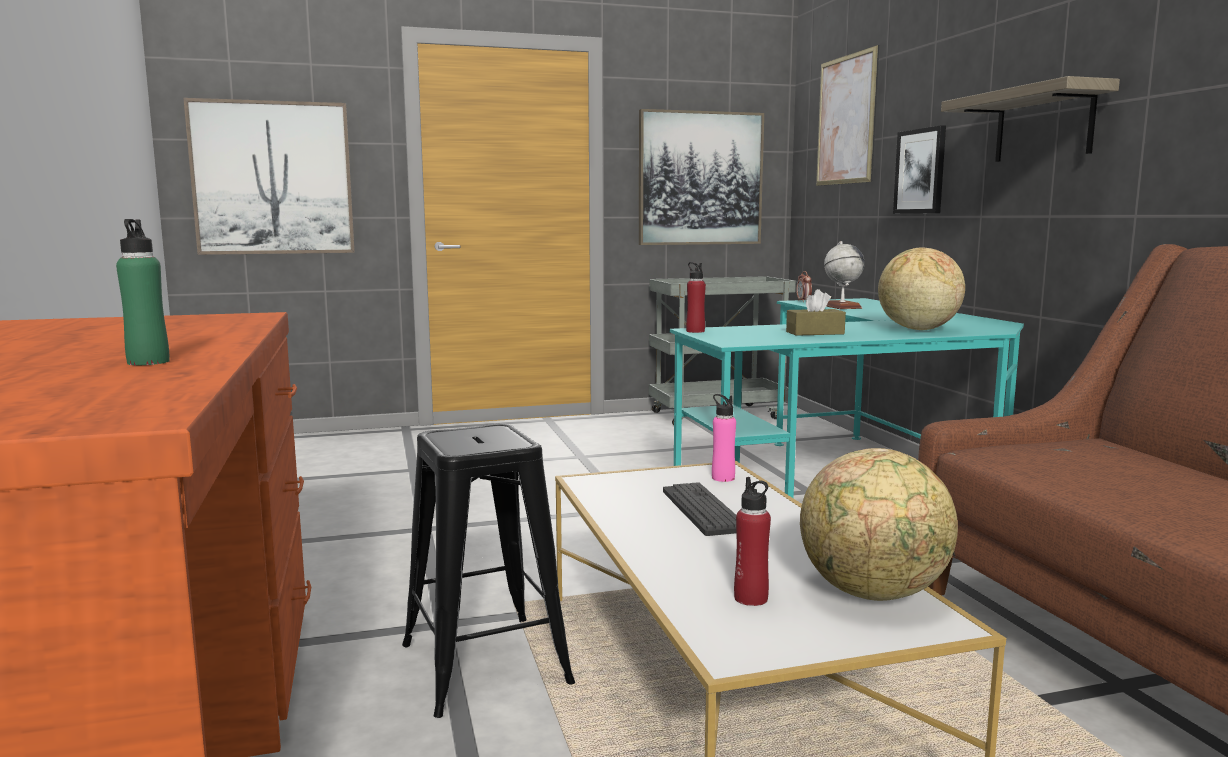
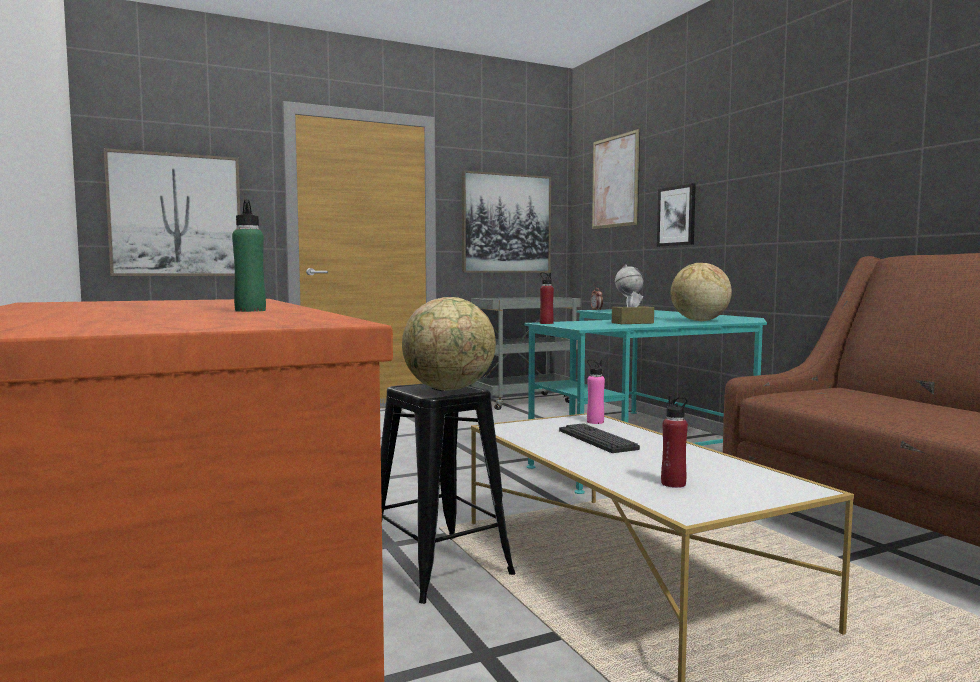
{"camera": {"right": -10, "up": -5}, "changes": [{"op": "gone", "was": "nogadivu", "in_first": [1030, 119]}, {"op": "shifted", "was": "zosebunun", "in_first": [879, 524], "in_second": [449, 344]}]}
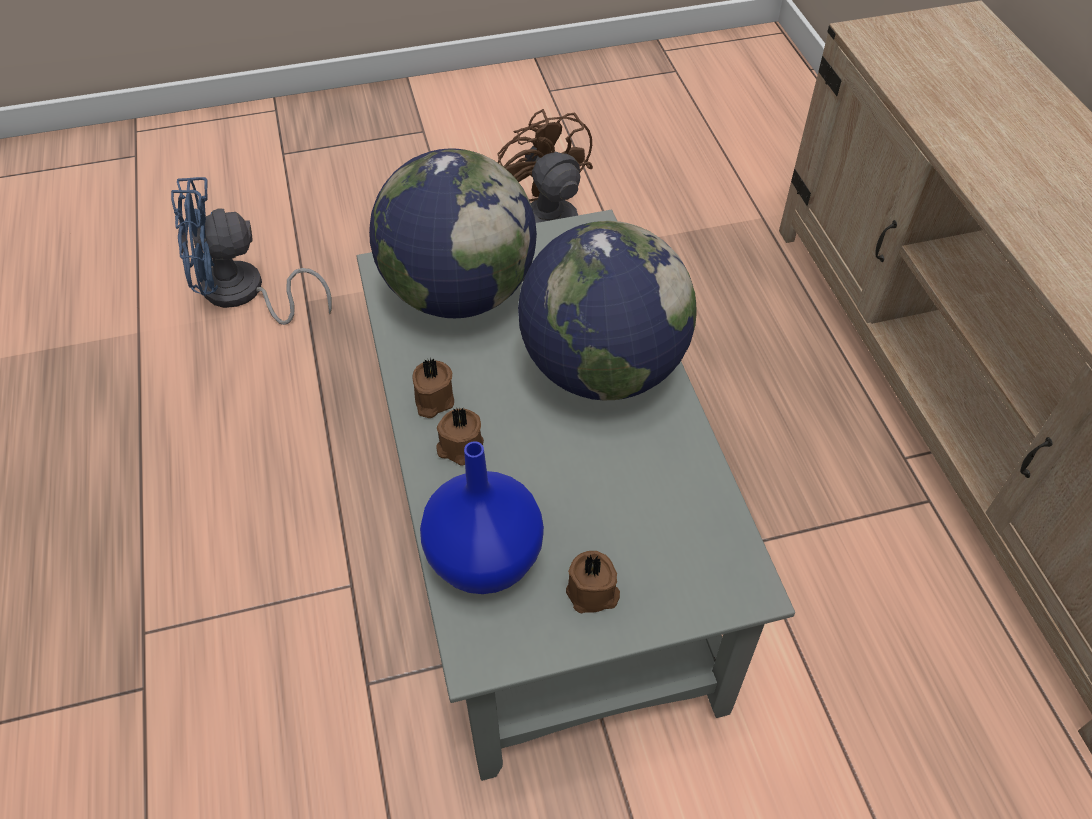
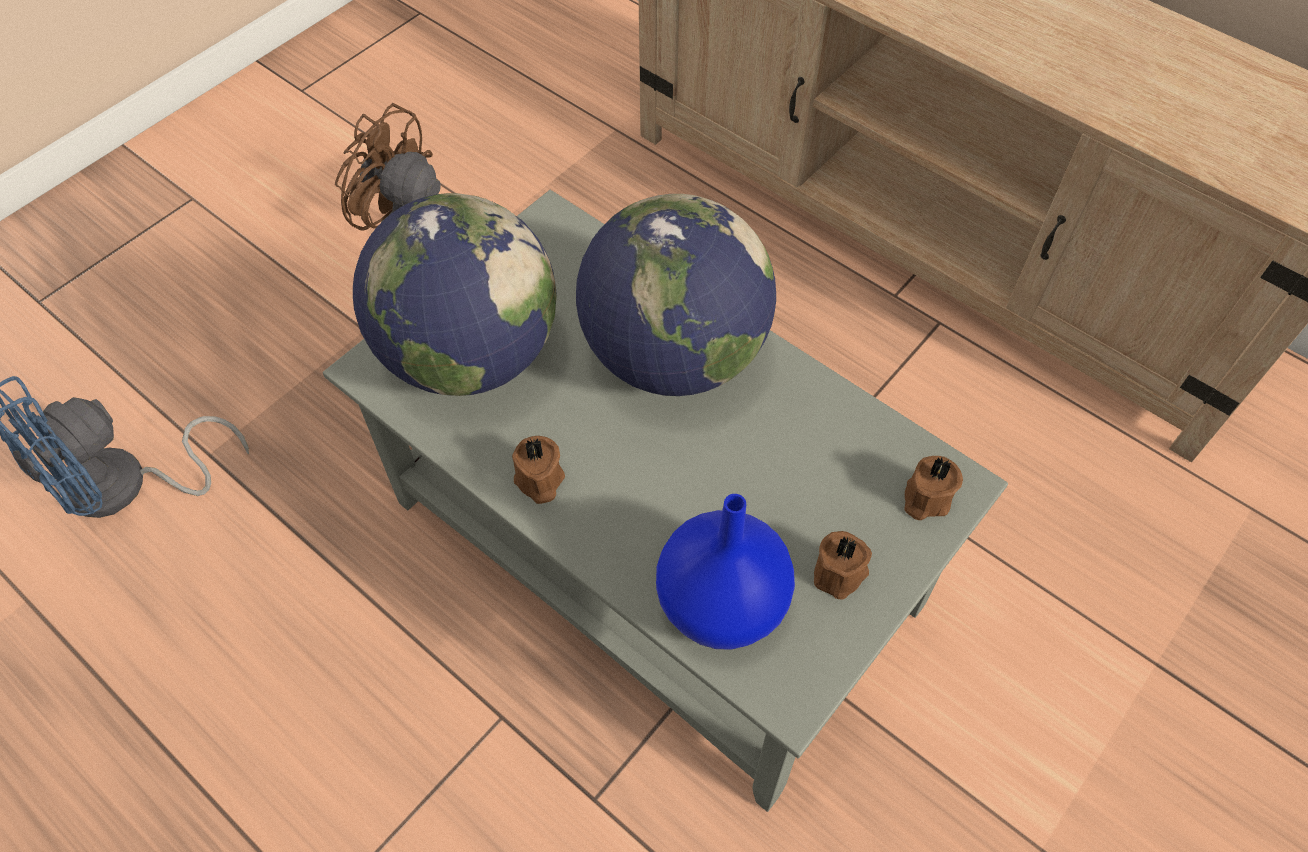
{"camera": {"right": -35, "up": 5}, "changes": [{"op": "shifted", "was": "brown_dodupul", "in_first": [460, 436], "in_second": [933, 488]}]}
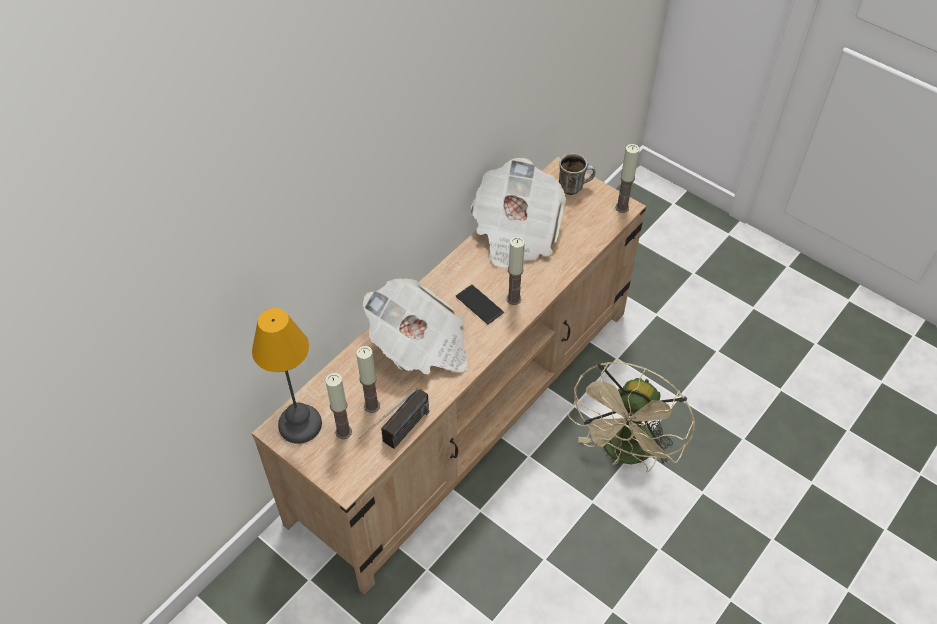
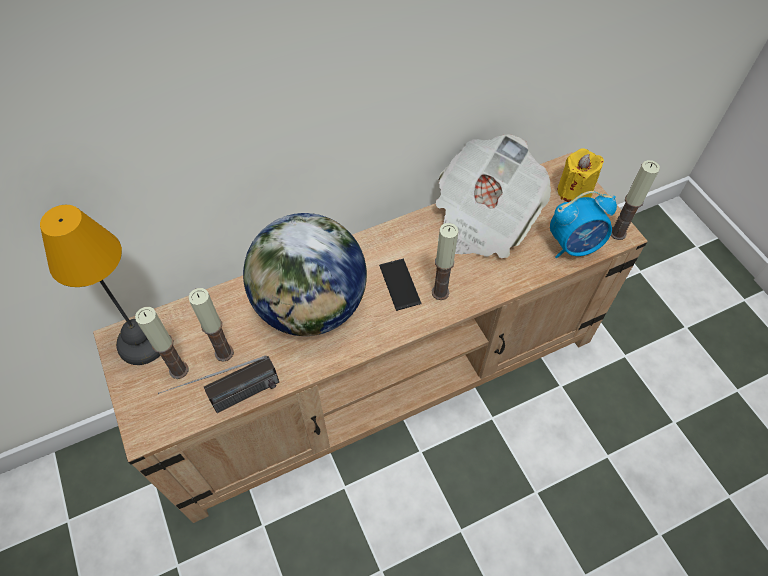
{"camera": {"right": 25, "up": 5}, "changes": [{"op": "swapped", "was": "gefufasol", "now": "yellow_dodupul", "in_first": [577, 174], "in_second": [580, 175]}, {"op": "swapped", "was": "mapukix", "now": "zosebunun", "in_first": [415, 326], "in_second": [305, 274]}, {"op": "gone", "was": "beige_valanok", "in_first": [631, 417]}, {"op": "new", "now": "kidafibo", "in_second": [583, 224]}]}
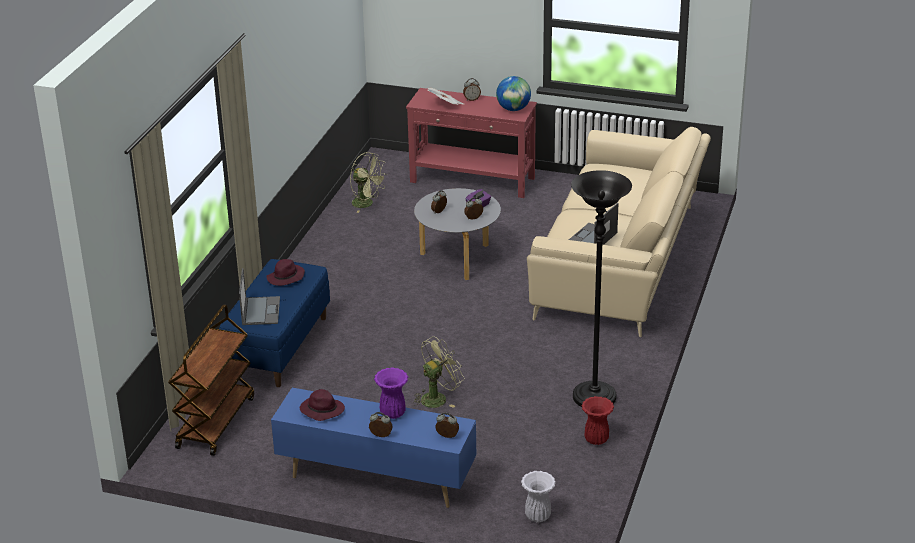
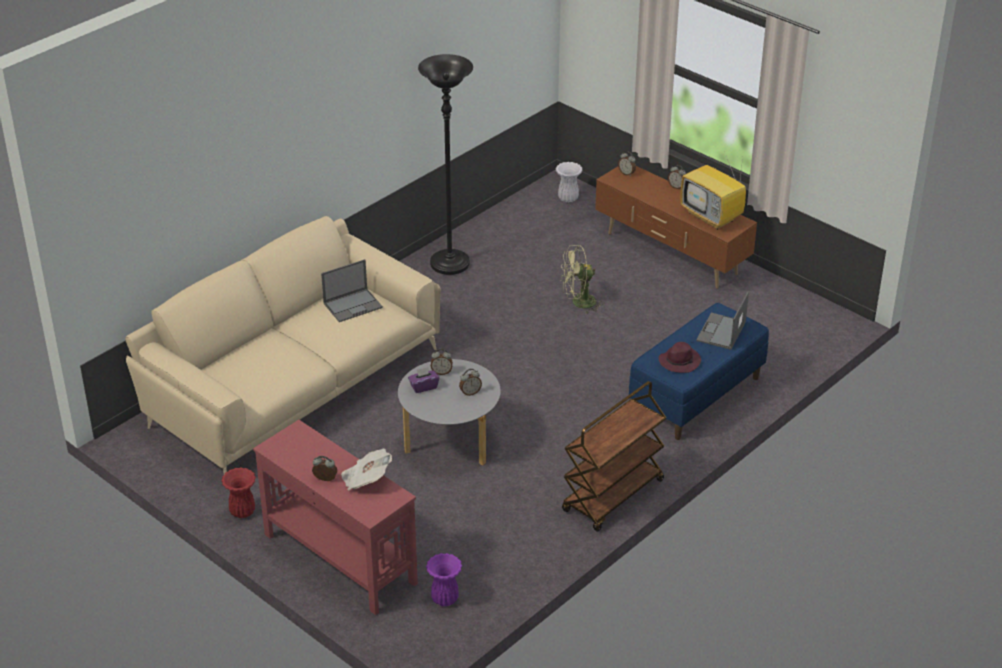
{"camera": {"right": -155, "up": 5}, "changes": [{"op": "gone", "was": "zosebunun", "in_first": [513, 93]}, {"op": "gone", "was": "green_valanok", "in_first": [368, 182]}, {"op": "shifted", "was": "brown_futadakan", "in_first": [211, 380], "in_second": [614, 456]}, {"op": "shifted", "was": "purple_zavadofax", "in_first": [391, 393], "in_second": [444, 579]}, {"op": "repainted", "was": "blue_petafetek", "now": "brown_petafetek", "in_first": [373, 448], "in_second": [676, 227]}, {"op": "swapped", "was": "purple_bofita", "now": "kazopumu", "in_first": [322, 405], "in_second": [713, 190]}, {"op": "shifted", "was": "red_zavadofax", "in_first": [598, 420], "in_second": [238, 492]}]}
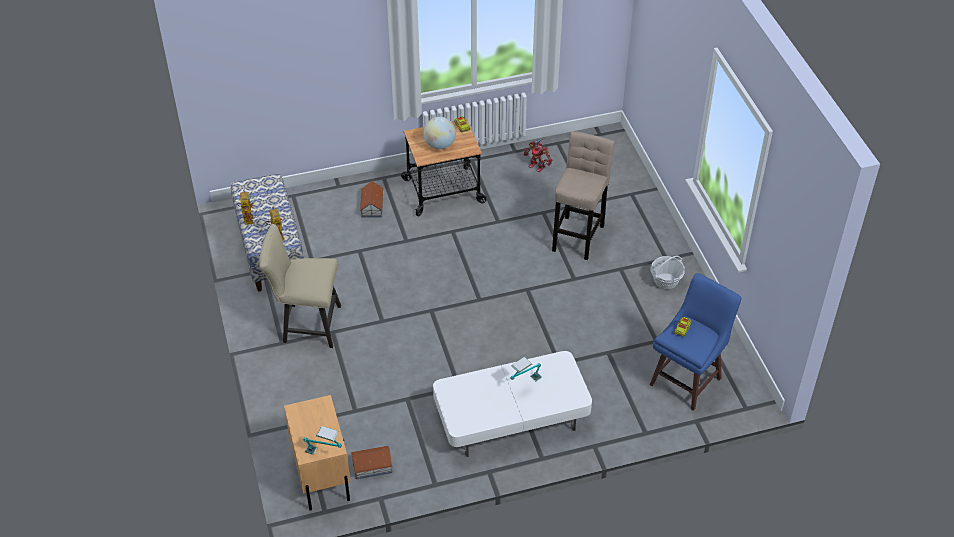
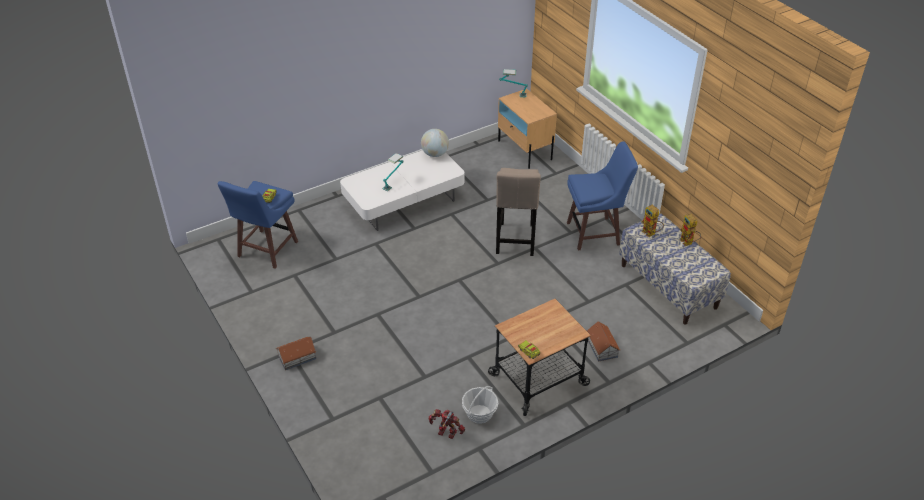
{"camera": {"right": 165, "up": -5}, "changes": [{"op": "shifted", "was": "zosebunun", "in_first": [439, 133], "in_second": [435, 143]}, {"op": "shifted", "was": "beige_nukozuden", "in_first": [583, 195], "in_second": [518, 212]}, {"op": "swapped", "was": "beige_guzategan", "now": "blue_nukozuden", "in_first": [300, 286], "in_second": [602, 195]}, {"op": "shifted", "was": "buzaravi", "in_first": [667, 272], "in_second": [480, 405]}, {"op": "shifted", "was": "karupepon", "in_first": [372, 462], "in_second": [296, 353]}]}
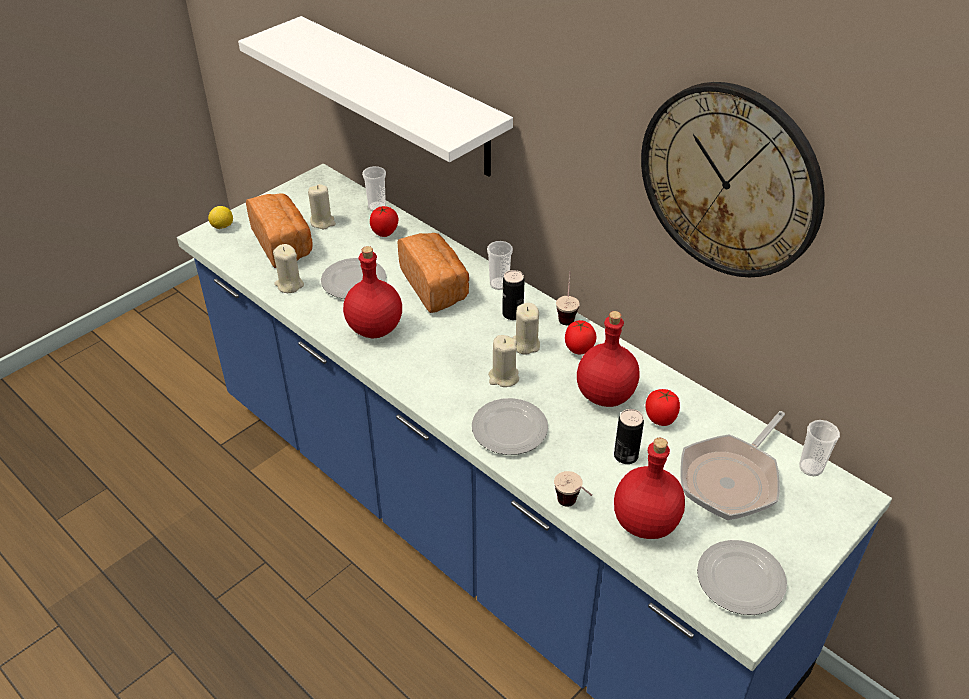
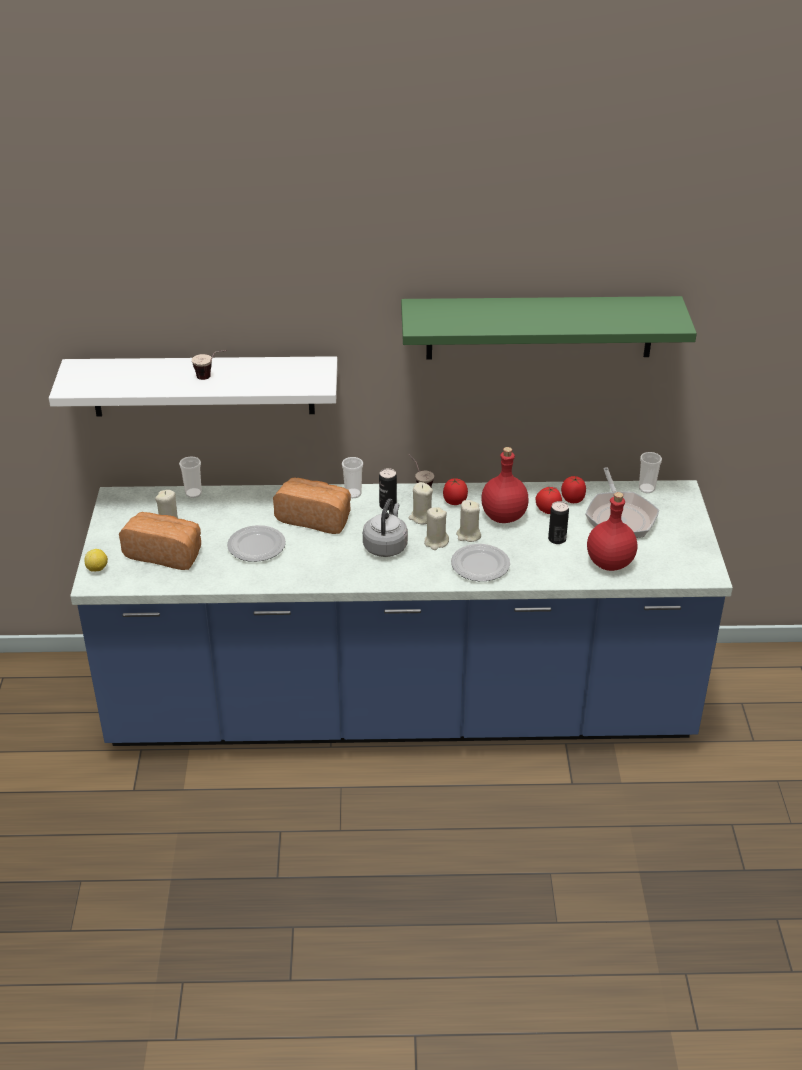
{"camera": {"right": -45, "up": -5}, "changes": [{"op": "swapped", "was": "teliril", "now": "green_nogadivu", "in_first": [732, 179], "in_second": [549, 327]}, {"op": "shifted", "was": "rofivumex", "in_first": [384, 221], "in_second": [573, 489]}, {"op": "shifted", "was": "beige_dodupul", "in_first": [288, 268], "in_second": [468, 521]}, {"op": "gone", "was": "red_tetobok", "in_first": [372, 292]}, {"op": "shifted", "was": "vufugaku", "in_first": [573, 489], "in_second": [209, 365]}, {"op": "gone", "was": "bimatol", "in_first": [742, 577]}, {"op": "new", "now": "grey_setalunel", "in_second": [385, 527]}]}
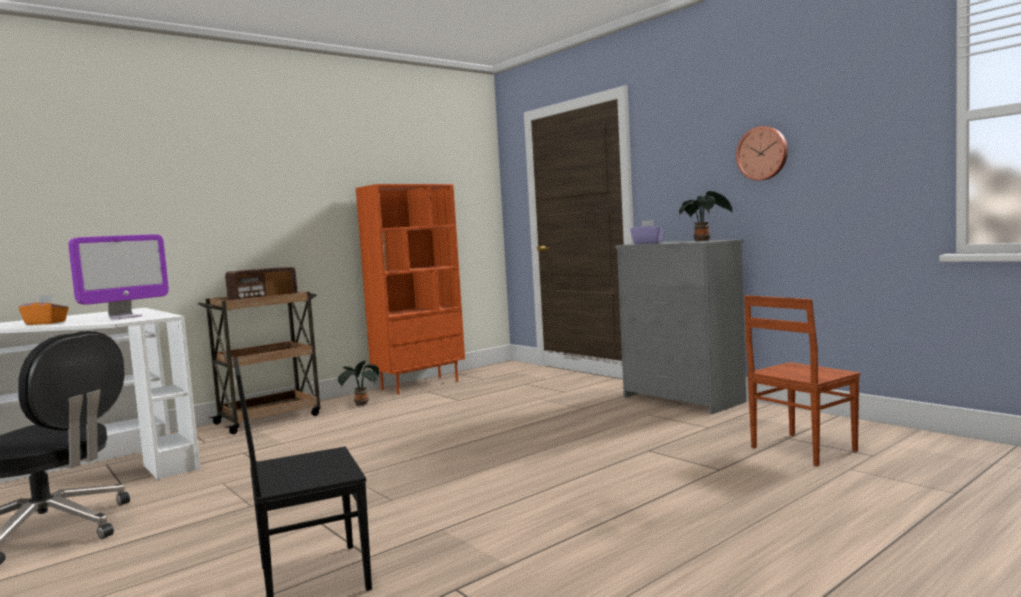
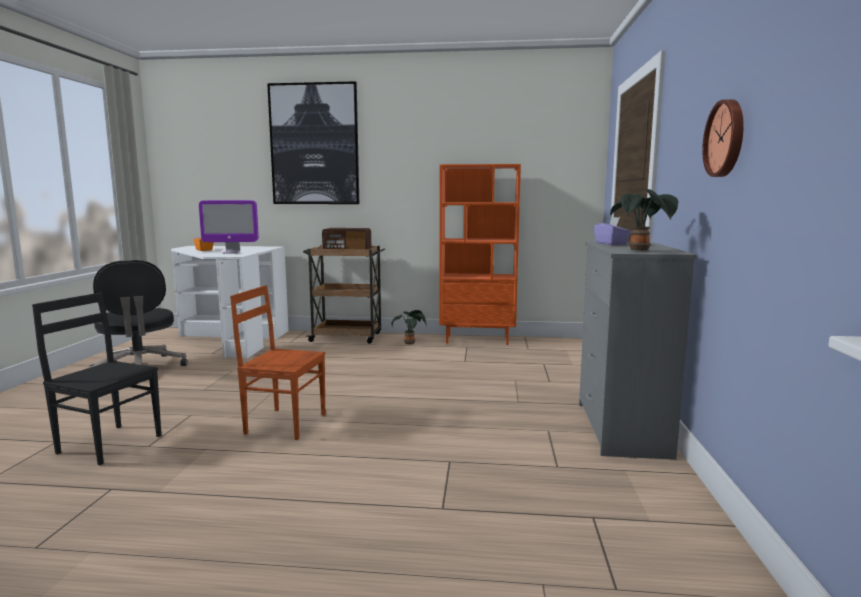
{"camera": {"right": 45, "up": 5}, "changes": [{"op": "shifted", "was": "brown_guzategan", "in_first": [802, 380], "in_second": [277, 362]}, {"op": "new", "now": "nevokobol", "in_second": [313, 142]}]}
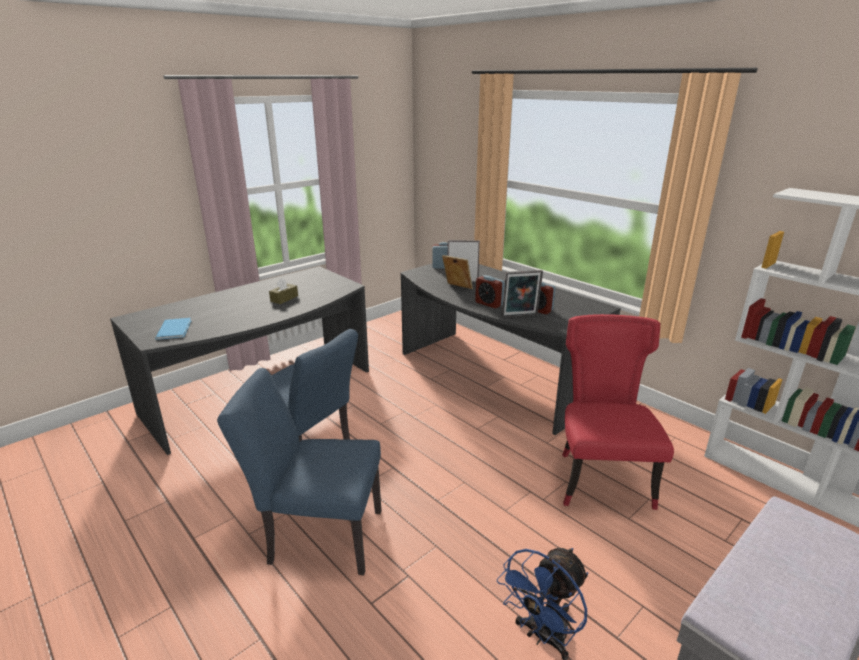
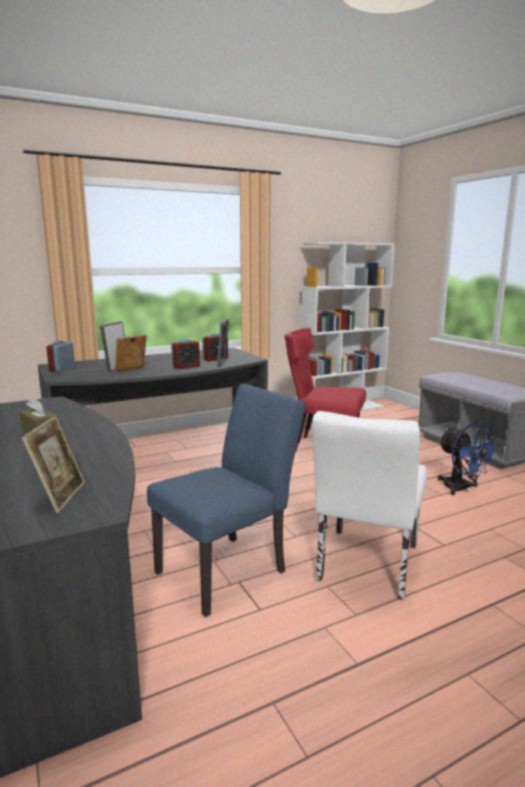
{"camera": {"right": -75, "up": -10}, "changes": [{"op": "swapped", "was": "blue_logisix", "now": "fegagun", "in_first": [173, 329], "in_second": [53, 464]}, {"op": "repainted", "was": "blue_guzategan", "now": "white_guzategan", "in_first": [299, 472], "in_second": [369, 505]}]}
